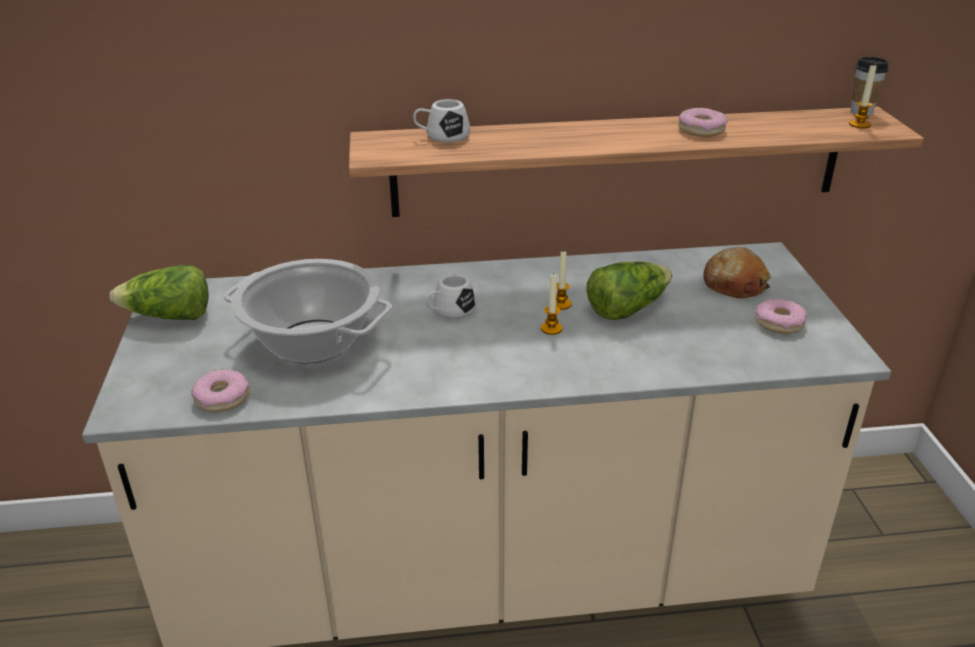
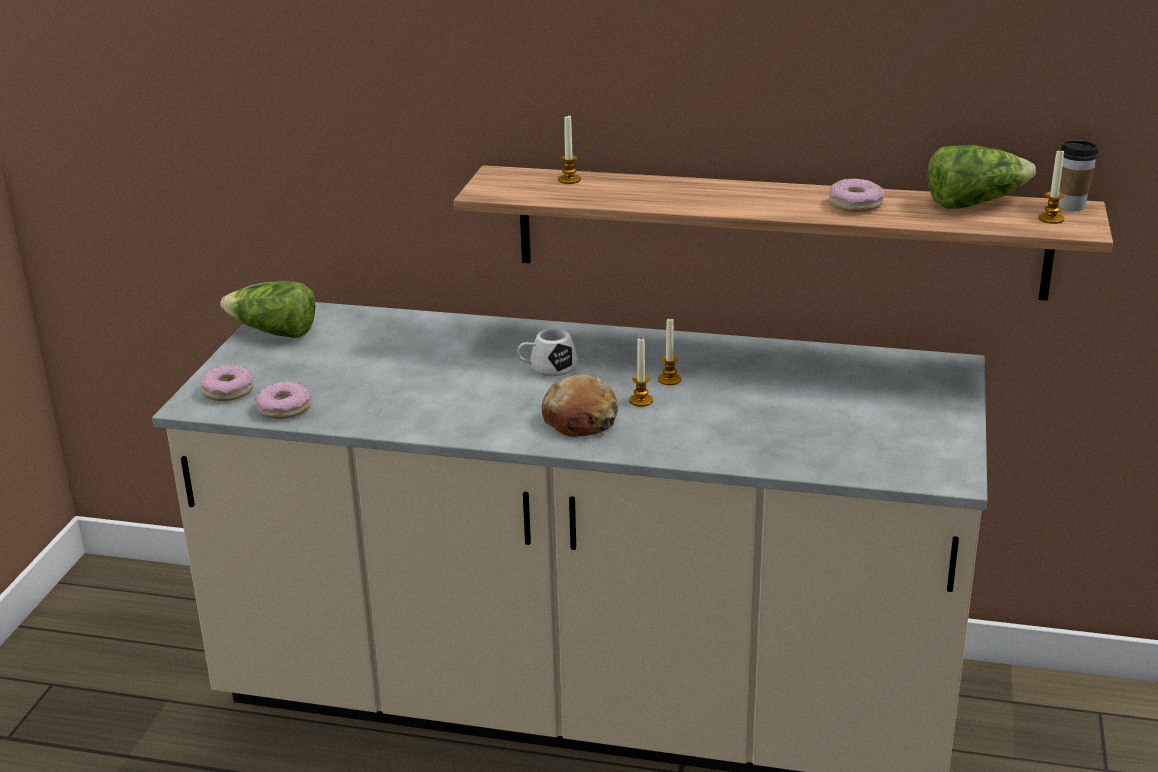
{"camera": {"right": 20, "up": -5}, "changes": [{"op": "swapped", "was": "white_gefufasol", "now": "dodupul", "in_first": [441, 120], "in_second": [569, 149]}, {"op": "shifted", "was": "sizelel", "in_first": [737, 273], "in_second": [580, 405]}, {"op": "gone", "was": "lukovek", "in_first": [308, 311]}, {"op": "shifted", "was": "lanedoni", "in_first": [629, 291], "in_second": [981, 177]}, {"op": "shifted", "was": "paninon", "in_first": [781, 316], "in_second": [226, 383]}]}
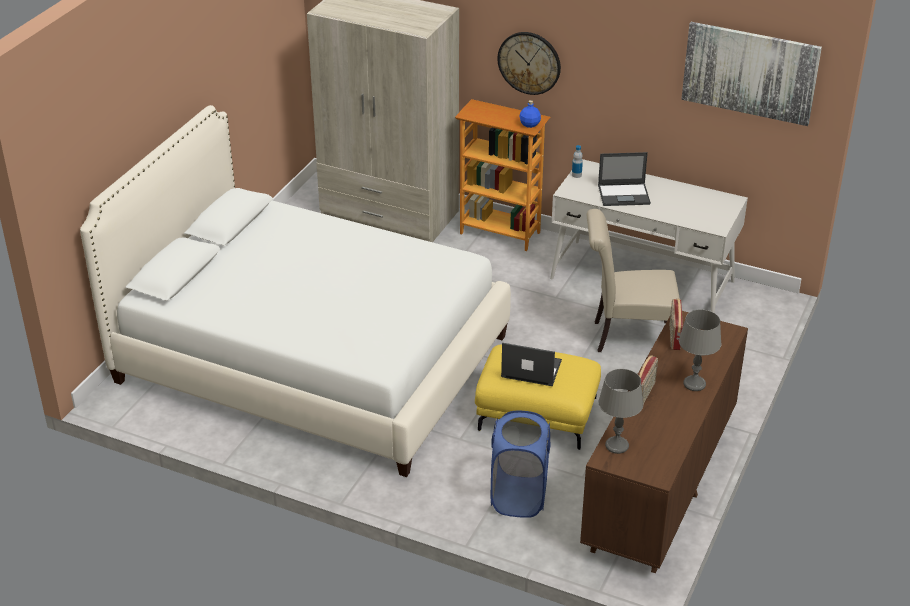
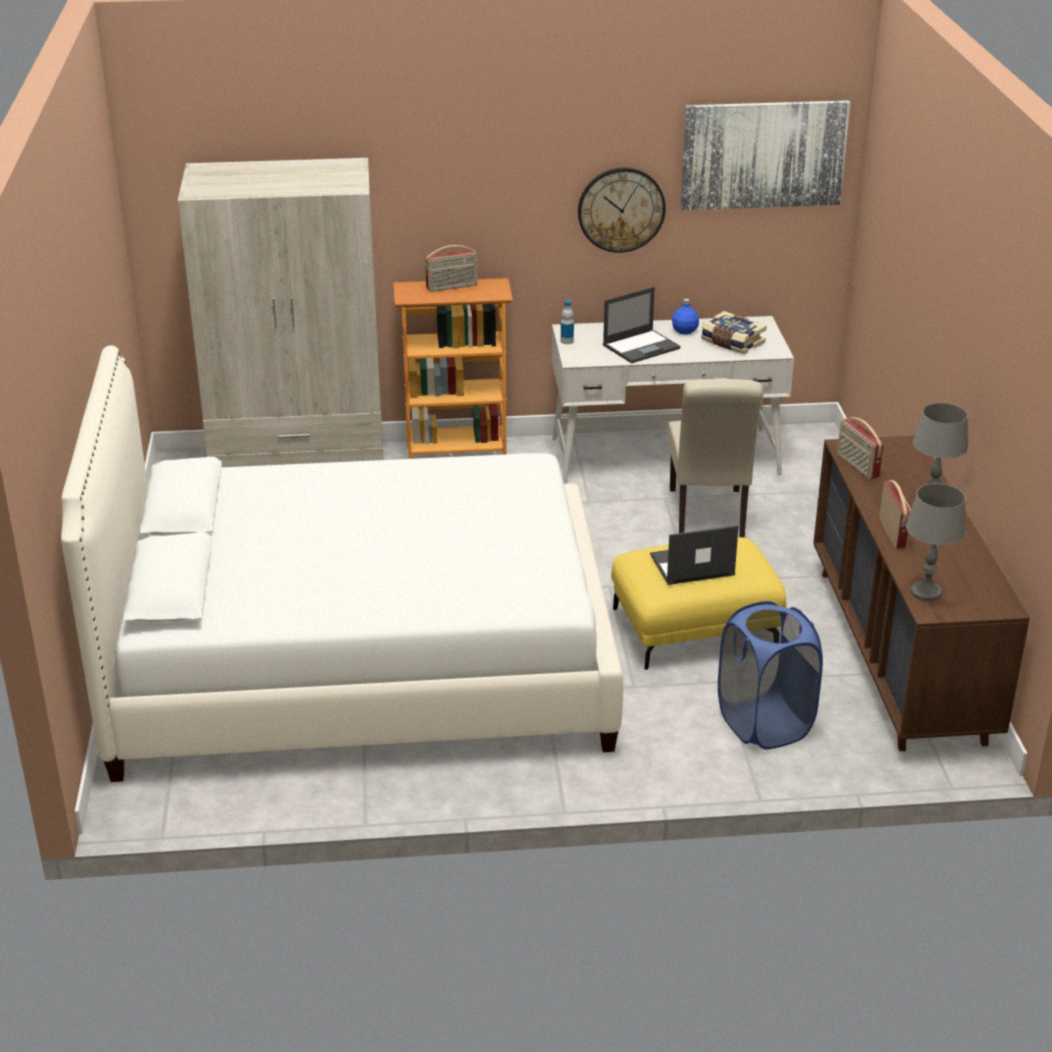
{"camera": {"right": -30, "up": -5}, "changes": [{"op": "shifted", "was": "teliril", "in_first": [529, 63], "in_second": [622, 210]}, {"op": "shifted", "was": "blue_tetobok", "in_first": [530, 114], "in_second": [685, 317]}, {"op": "rotated", "was": "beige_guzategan", "in_first": [633, 280], "in_second": [715, 458], "clockwise": -60}, {"op": "new", "now": "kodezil", "in_second": [451, 268]}, {"op": "new", "now": "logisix", "in_second": [734, 332]}]}
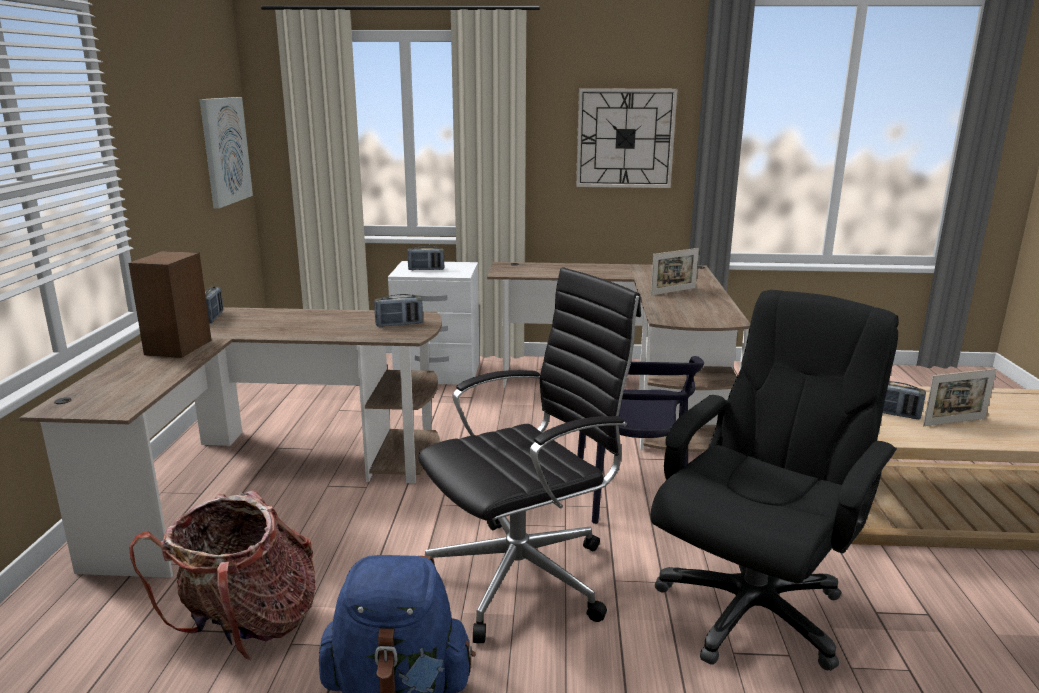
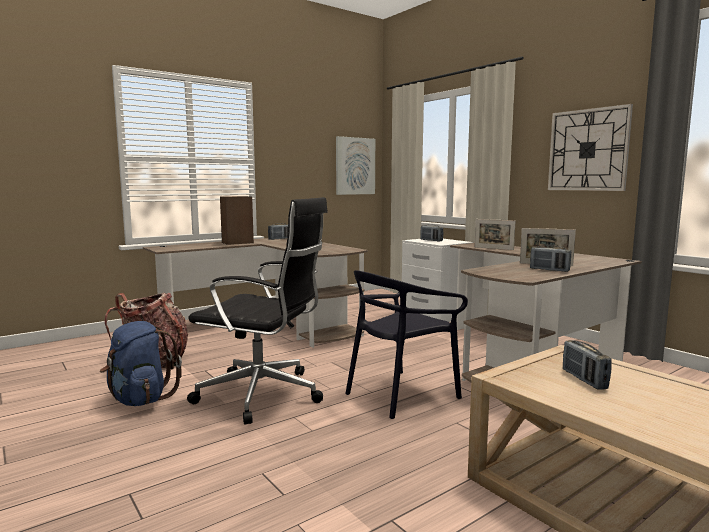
{"camera": {"right": 50, "up": -10}, "changes": [{"op": "gone", "was": "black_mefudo", "in_first": [774, 480]}, {"op": "shifted", "was": "kodezil", "in_first": [398, 310], "in_second": [550, 258]}, {"op": "shifted", "was": "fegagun", "in_first": [960, 397], "in_second": [495, 234]}]}
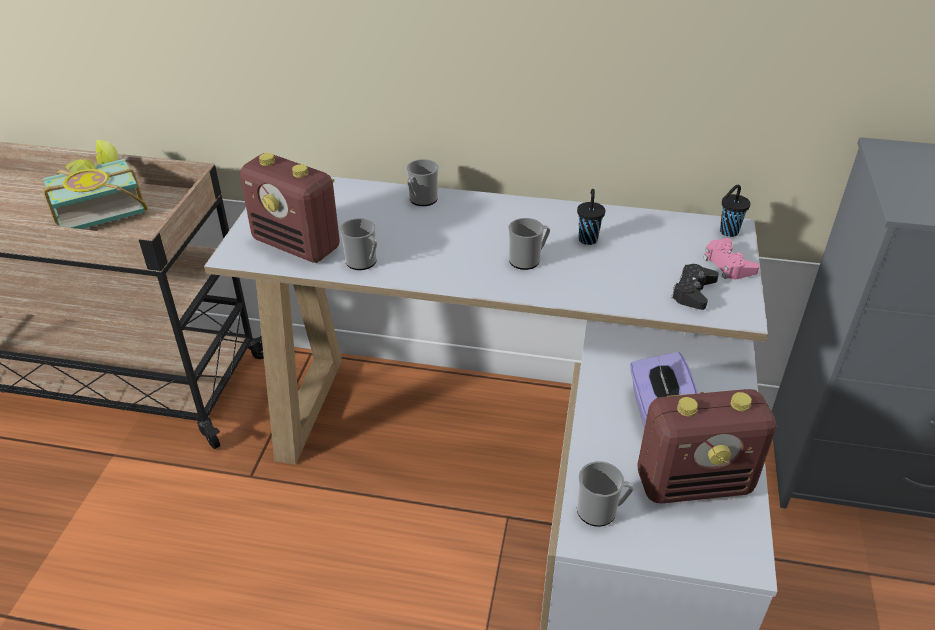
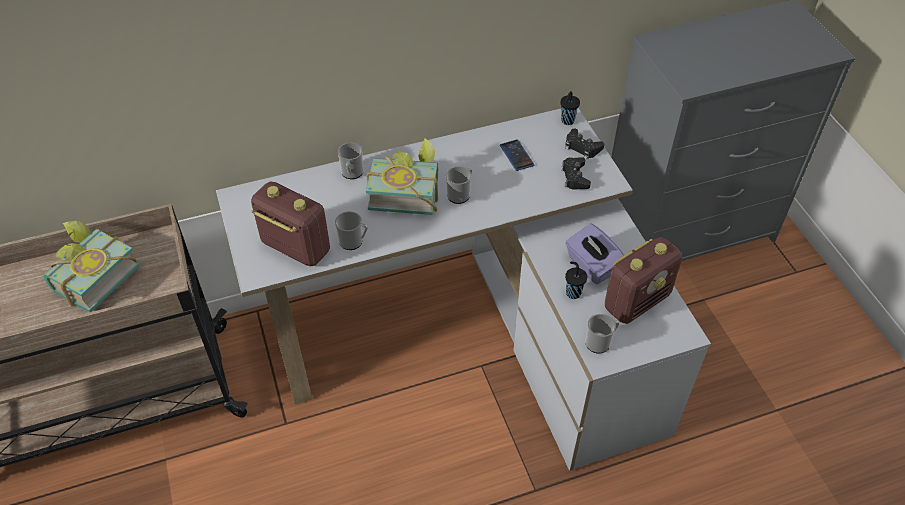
{"camera": {"right": -30, "up": 10}, "changes": [{"op": "rotated", "was": "kodezil", "in_first": [290, 208], "in_second": [290, 223], "clockwise": -150}, {"op": "shifted", "was": "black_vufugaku", "in_first": [591, 217], "in_second": [576, 280]}, {"op": "repainted", "was": "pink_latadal", "now": "black_latadal", "in_first": [731, 258], "in_second": [584, 143]}, {"op": "new", "now": "logisix", "in_second": [402, 176]}, {"op": "new", "now": "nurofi", "in_second": [517, 155]}]}
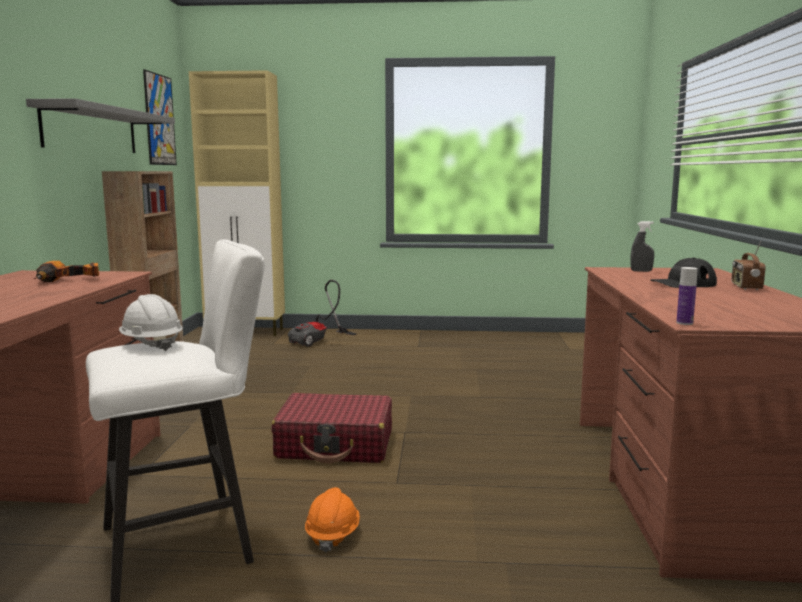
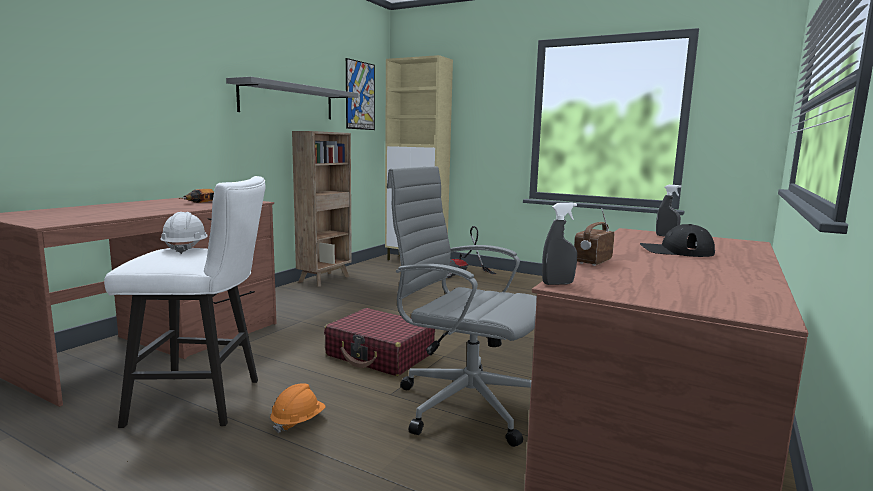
{"camera": {"right": 25, "up": 0}, "changes": [{"op": "shifted", "was": "kodezil", "in_first": [748, 265], "in_second": [594, 237]}, {"op": "swapped", "was": "tetobok", "now": "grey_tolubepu", "in_first": [686, 296], "in_second": [559, 244]}, {"op": "new", "now": "grey_mefudo", "in_second": [462, 306]}]}
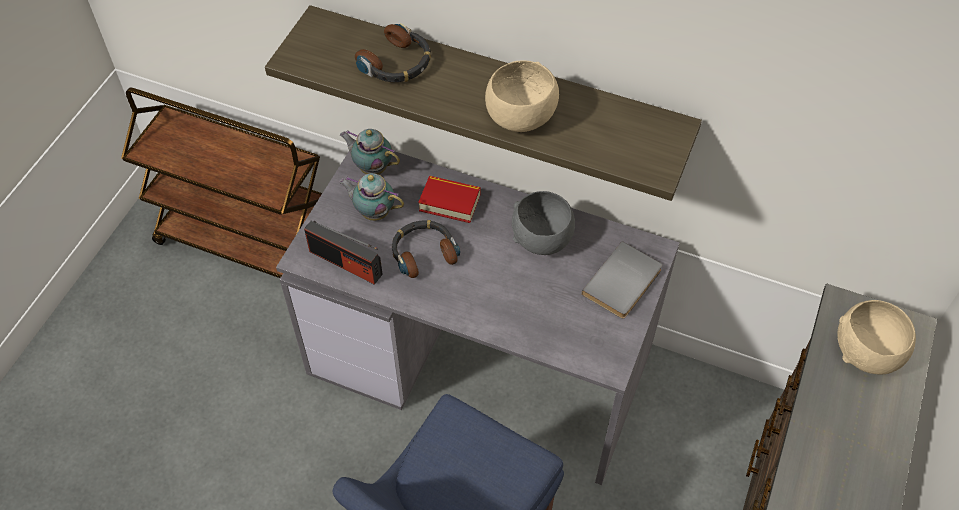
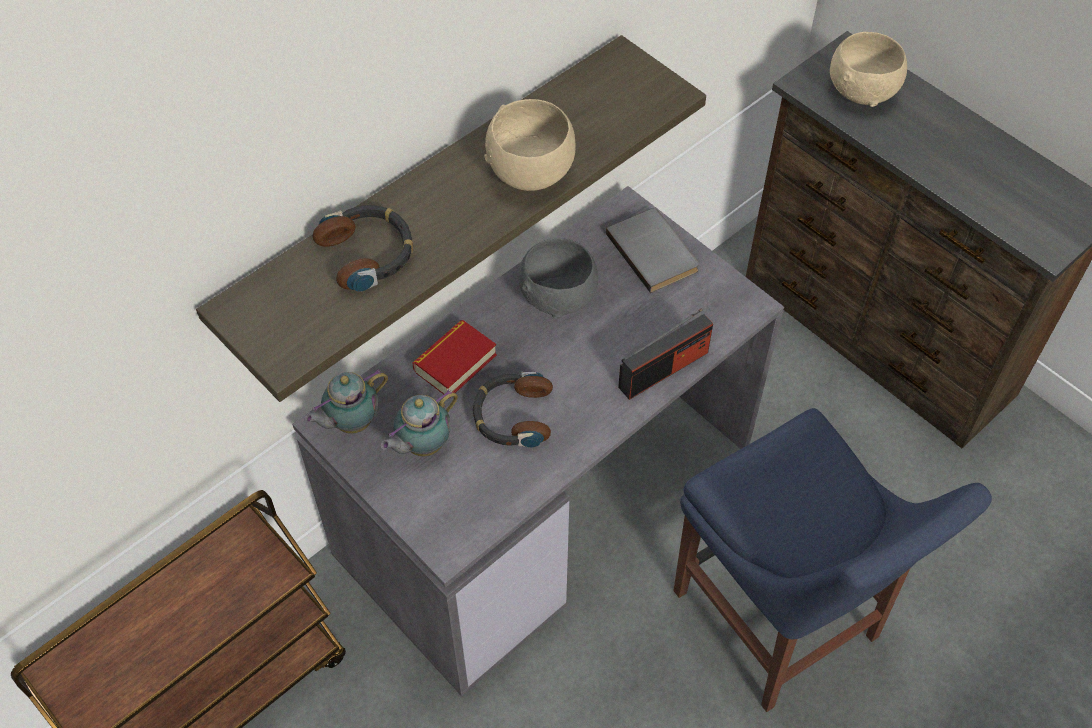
{"camera": {"right": -65, "up": 0}, "changes": [{"op": "shifted", "was": "kodezil", "in_first": [343, 253], "in_second": [665, 354]}]}
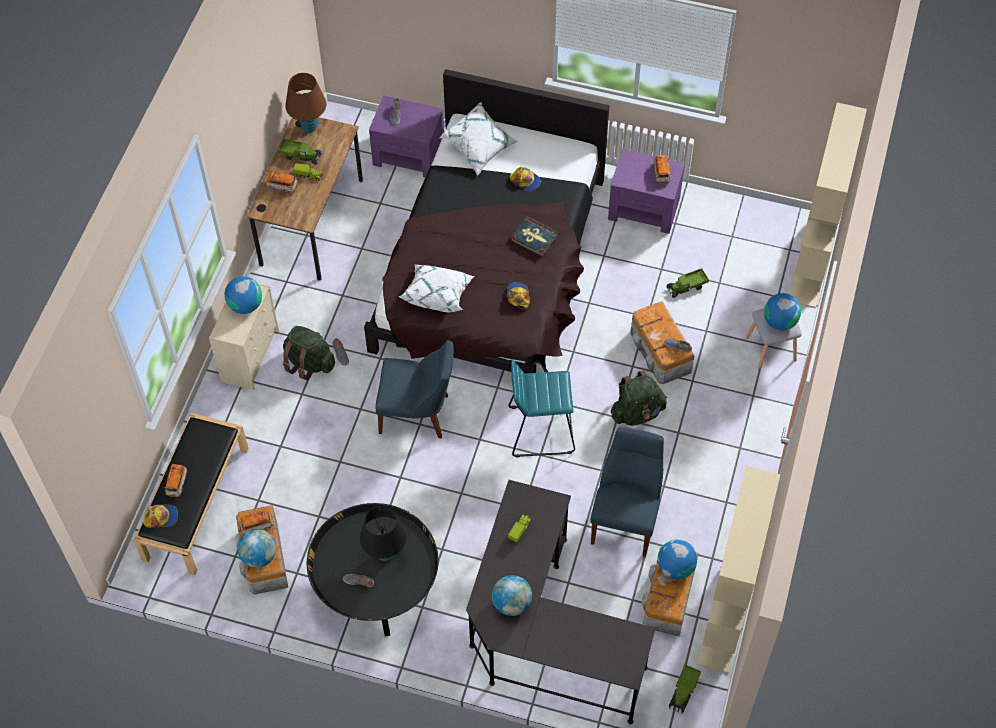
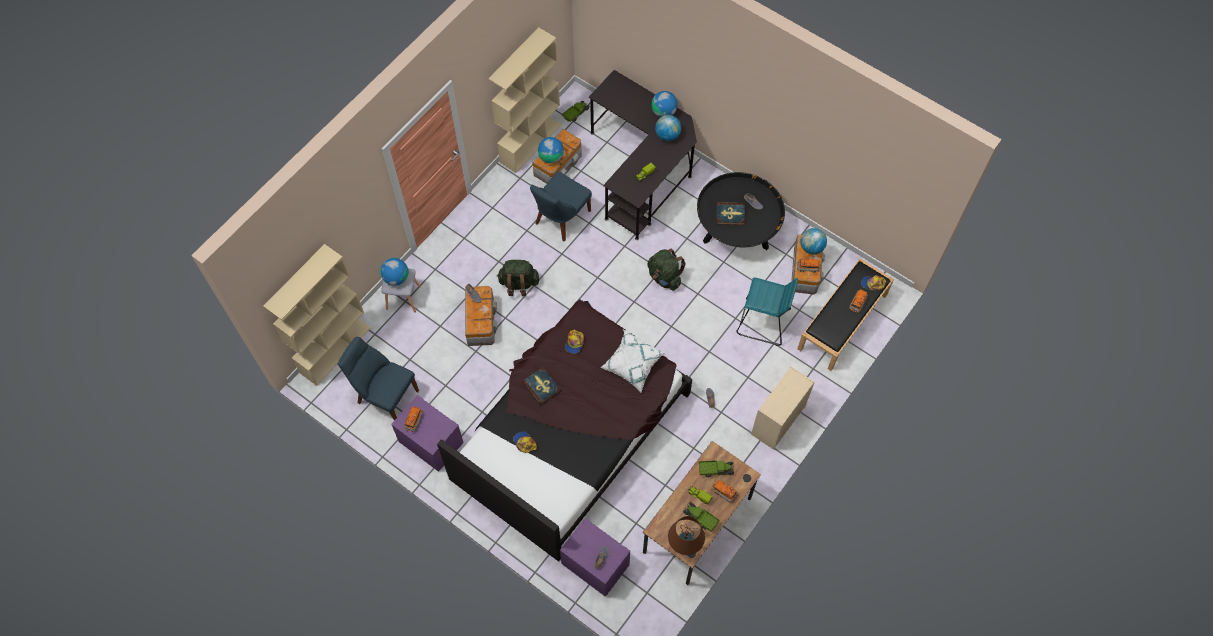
{"camera": {"right": -160, "up": 5}, "changes": [{"op": "gone", "was": "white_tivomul", "in_first": [479, 138]}, {"op": "shifted", "was": "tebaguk", "in_first": [687, 283], "in_second": [716, 468]}, {"op": "shifted", "was": "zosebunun", "in_first": [243, 295], "in_second": [665, 104]}, {"op": "shifted", "was": "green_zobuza", "in_first": [309, 353], "in_second": [666, 270]}, {"op": "shifted", "was": "blue_guzategan", "in_first": [414, 389], "in_second": [378, 379]}, {"op": "shifted", "was": "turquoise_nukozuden", "in_first": [542, 408], "in_second": [767, 311]}, {"op": "swapped", "was": "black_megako", "now": "logisix", "in_first": [383, 533], "in_second": [731, 213]}]}
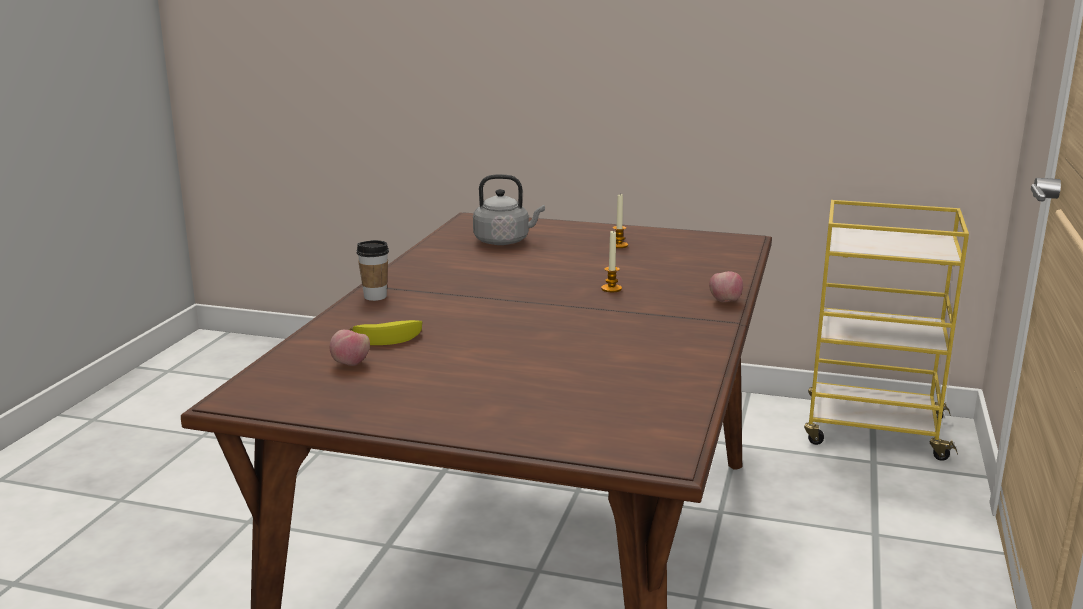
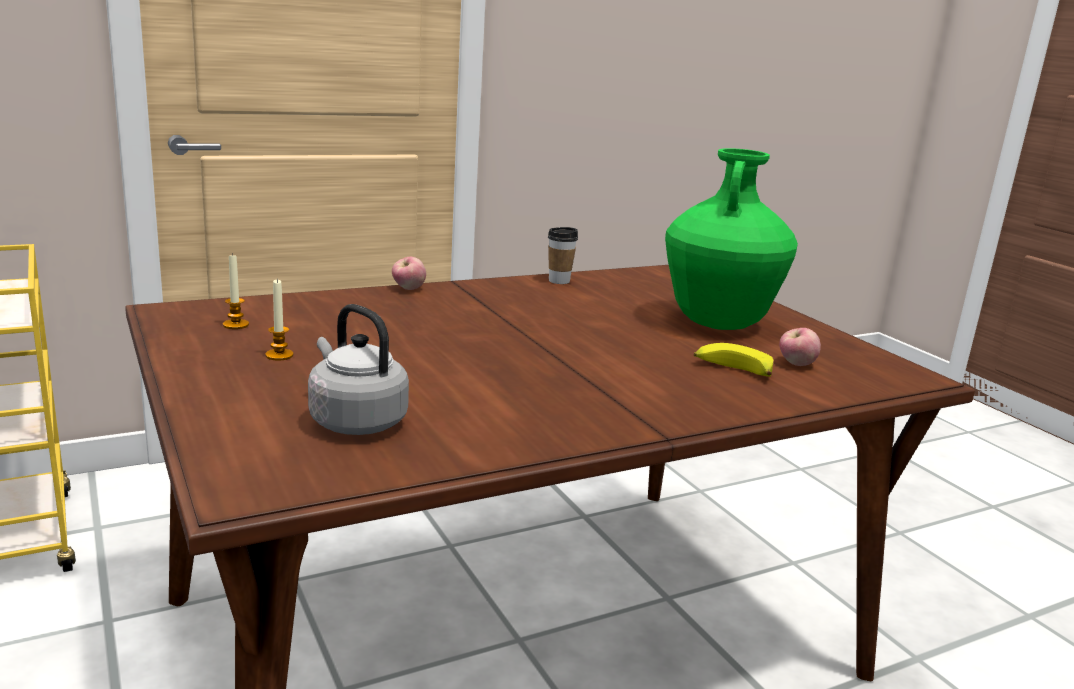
{"camera": {"right": -135, "up": 0}, "changes": [{"op": "shifted", "was": "dodupul", "in_first": [611, 261], "in_second": [236, 291]}, {"op": "shifted", "was": "vufugaku", "in_first": [373, 270], "in_second": [563, 255]}, {"op": "new", "now": "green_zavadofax", "in_second": [731, 239]}]}
